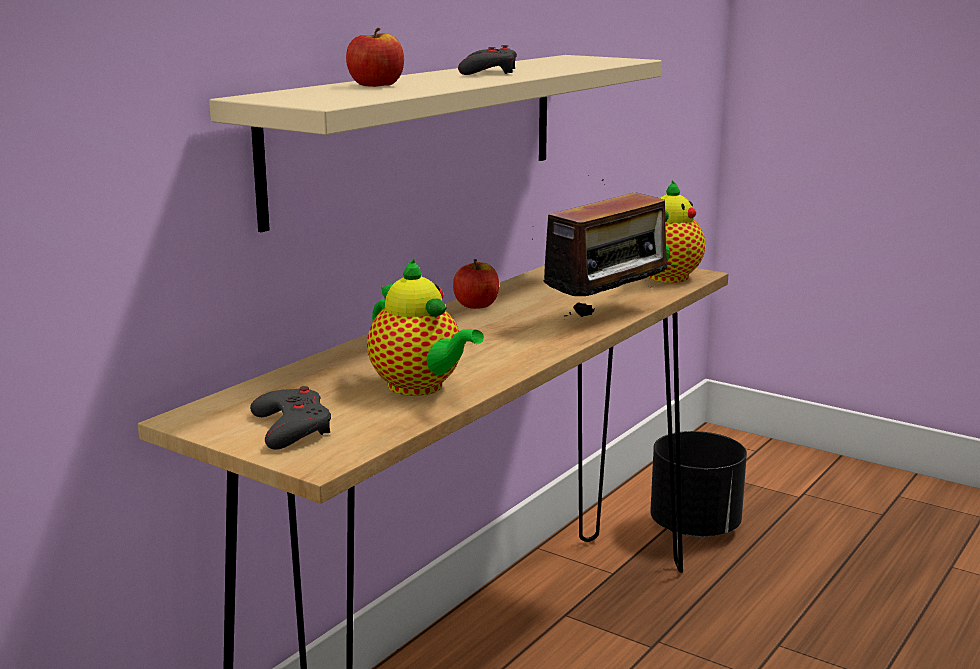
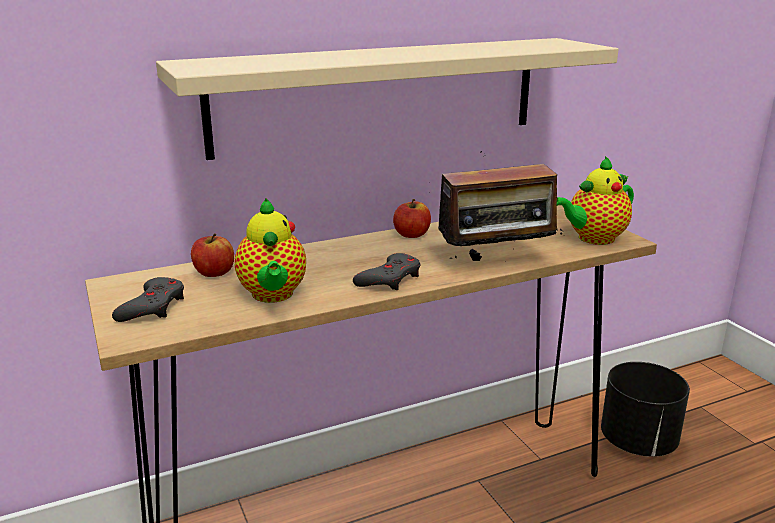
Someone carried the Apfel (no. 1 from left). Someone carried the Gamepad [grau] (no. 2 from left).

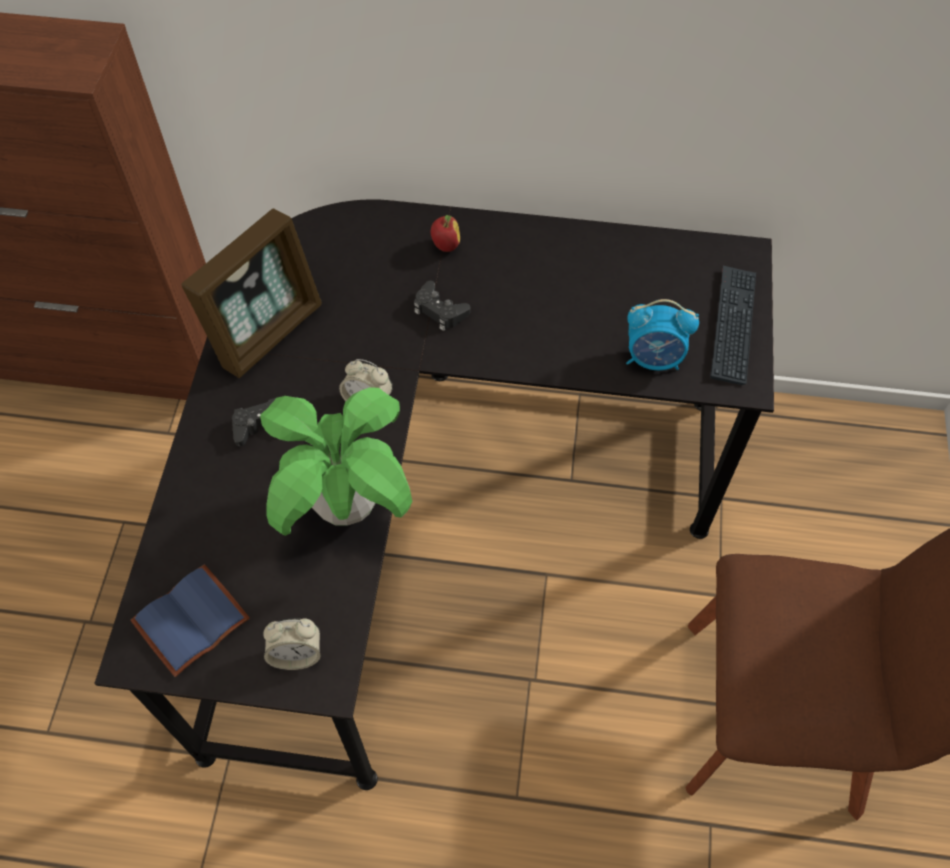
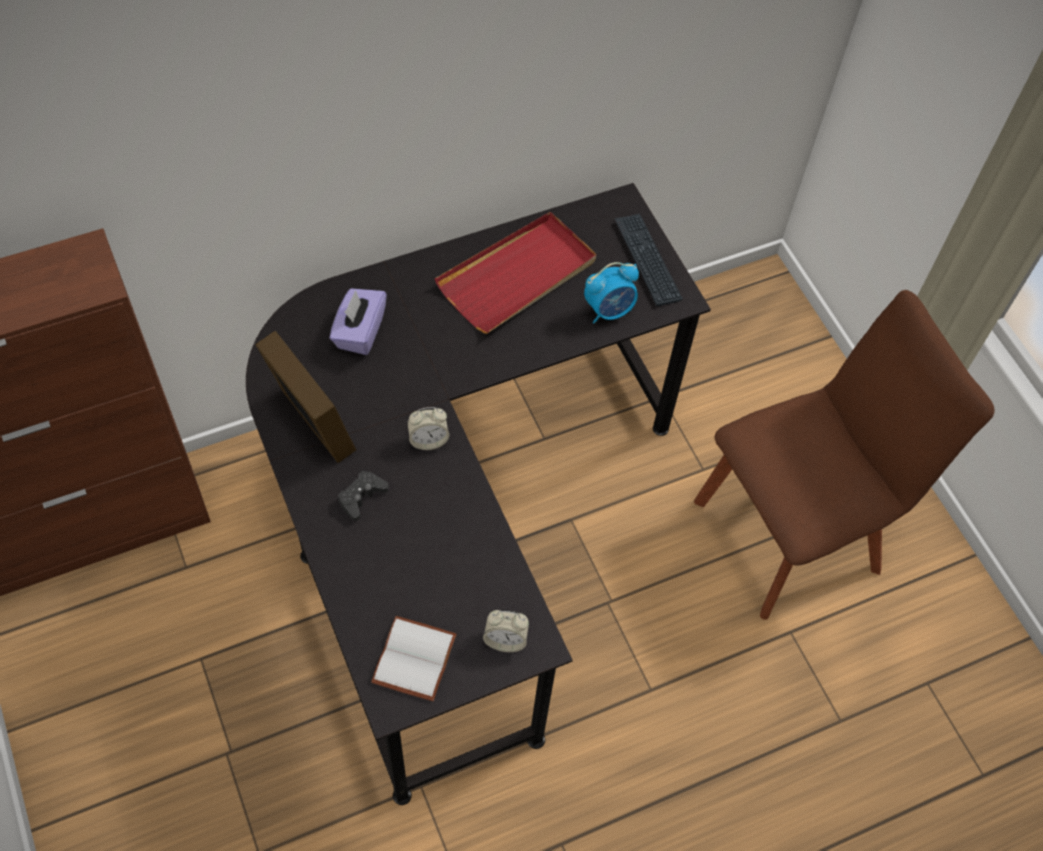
Someone rotated the Bilderrahmen by 45 degrees counterclockwise. Someone took away the Apfel. Someone took away the Gamepad [schwarz] (no. 2 from left). Someone took away the Topfpflanze. Someone repainted the Buch [blau], which became the Buch [weiß]. Someone rotated the Wecker (no. 1 from left in the first image) by 45 degrees clockwise. Someone put down the Tablett [rot]. Someone put down the Taschentuchbox [lila].

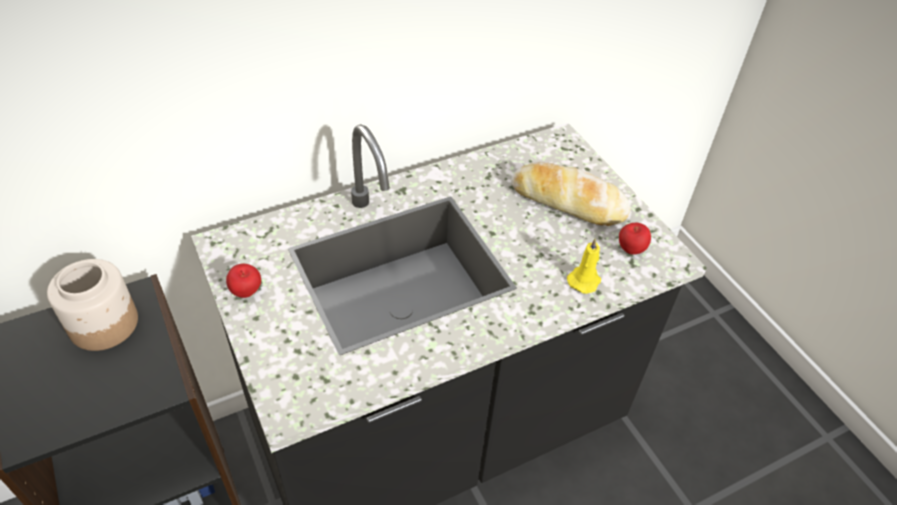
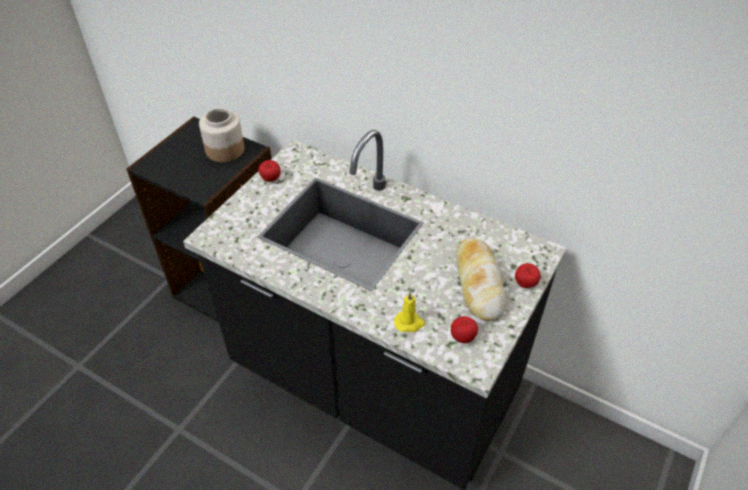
Someone put down the Apfel (no. 3 from left).

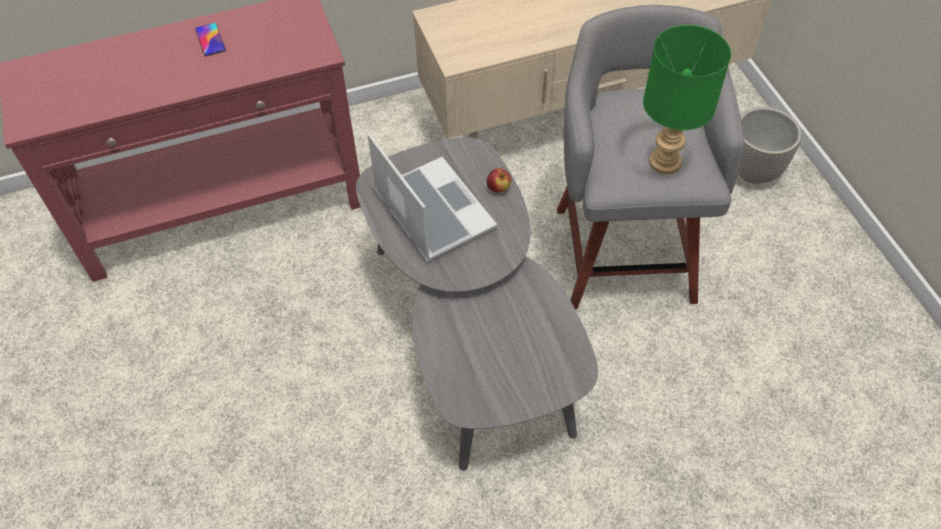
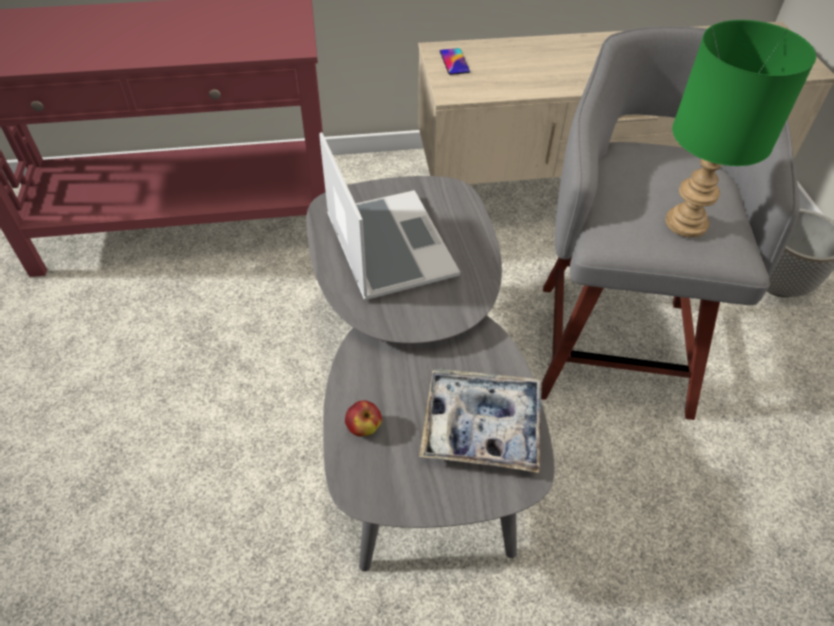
Someone carried the Handy. Someone carried the Apfel. Someone put down the Tablett.

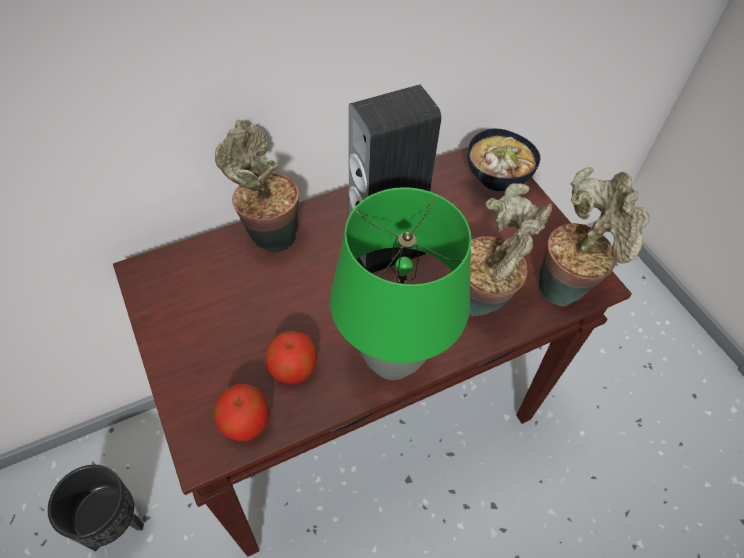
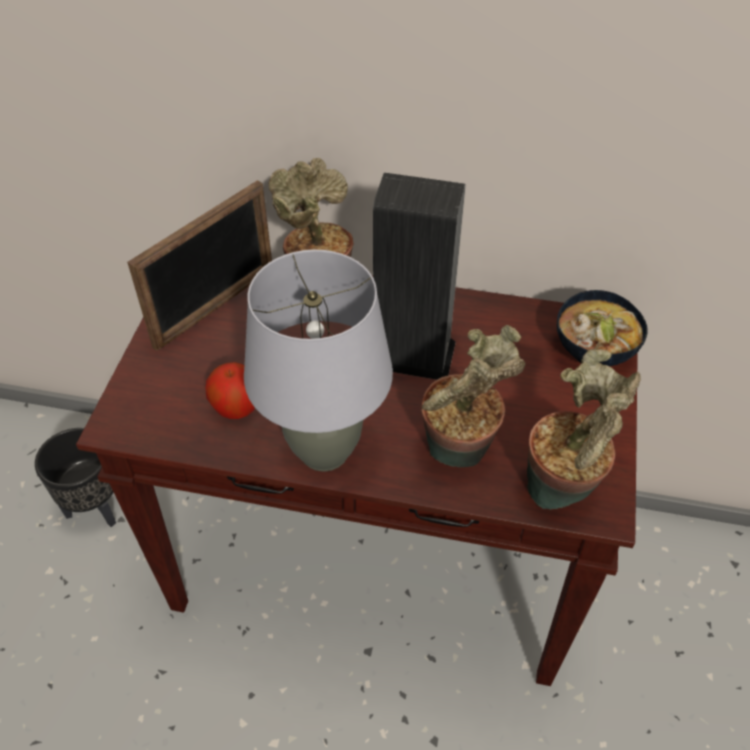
Someone repainted the Tischlampe [grün], which became the Tischlampe [grau]. Someone took away the Apfel (no. 1 from left). Someone put down the Bilderrahmen.

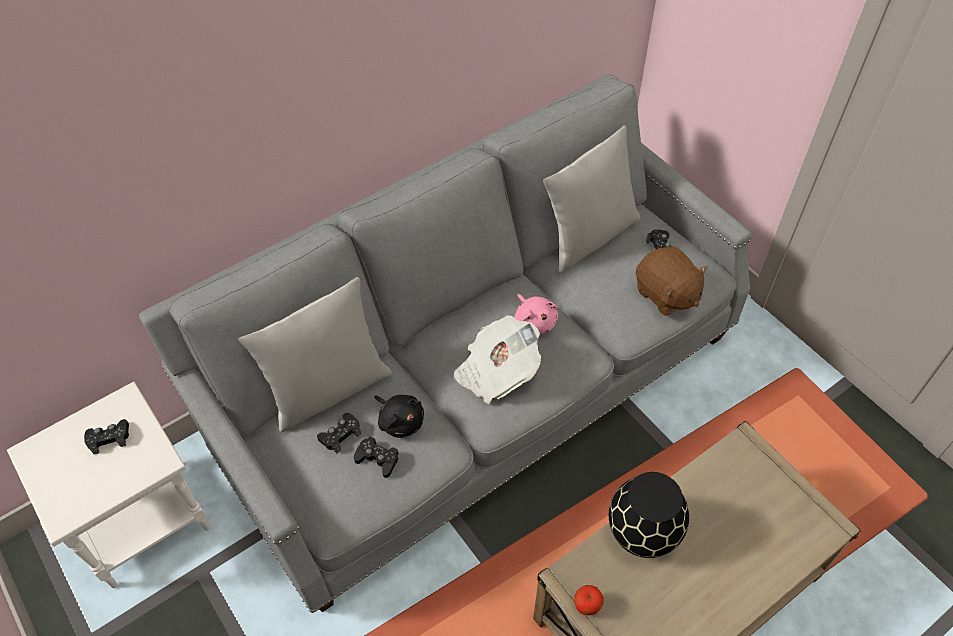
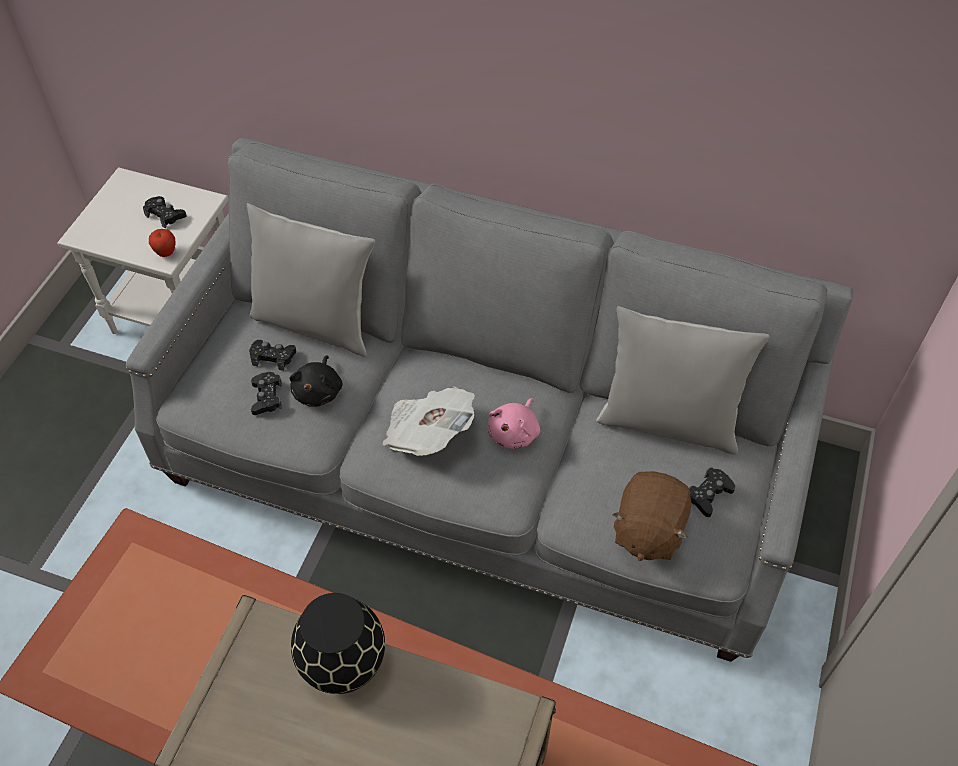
Someone carried the Apfel.

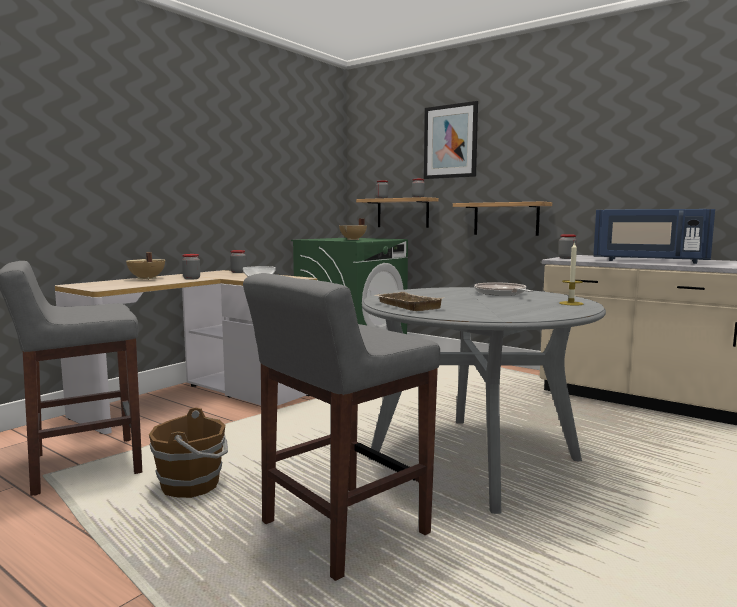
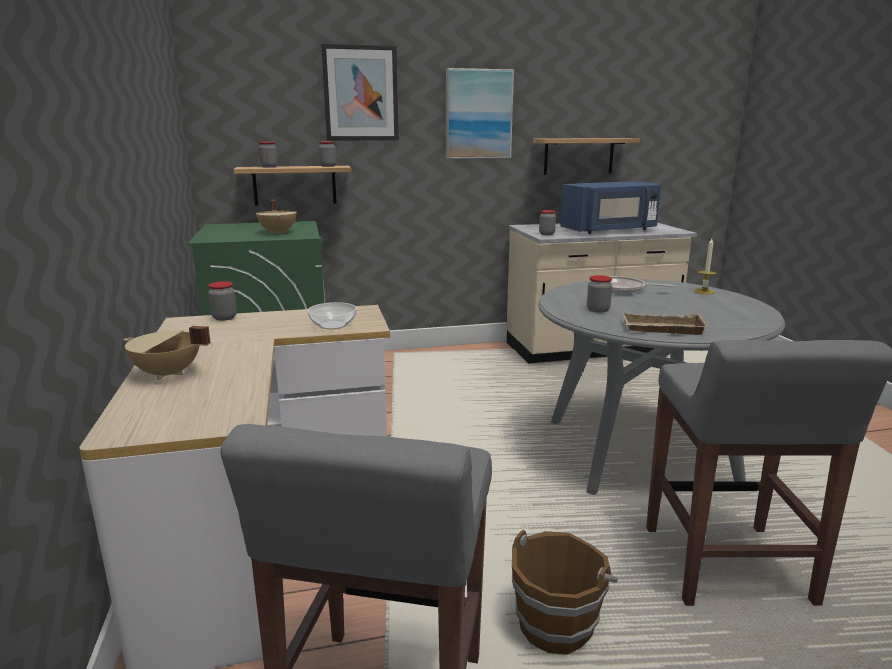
Someone carried the Wandregal (no. 2 from left). Someone carried the Vorratsglas (no. 1 from left in the first image). Someone put up the Bild (no. 2 from left).

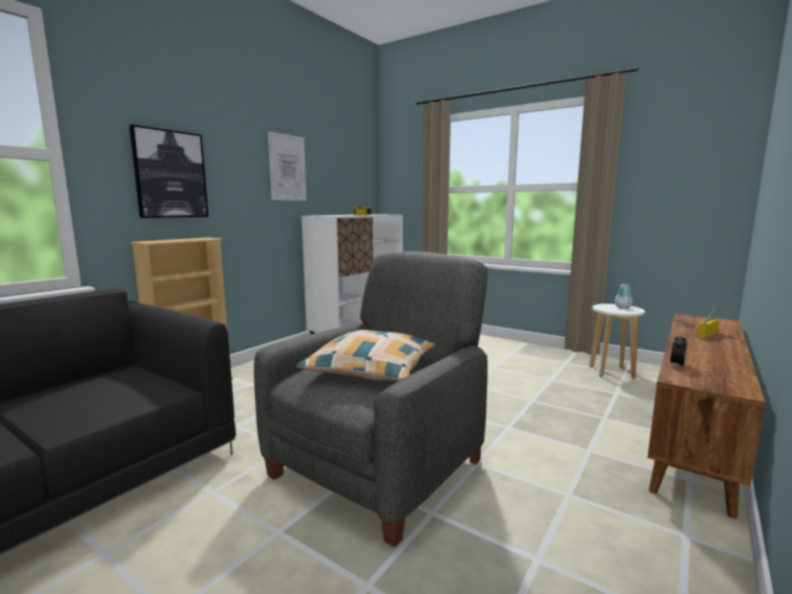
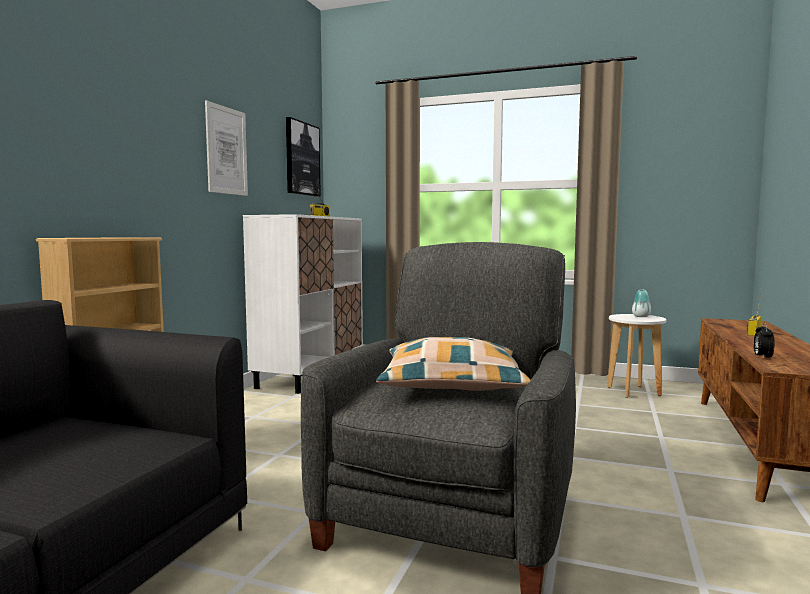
Someone carried the Bild (no. 1 from left in the first image).

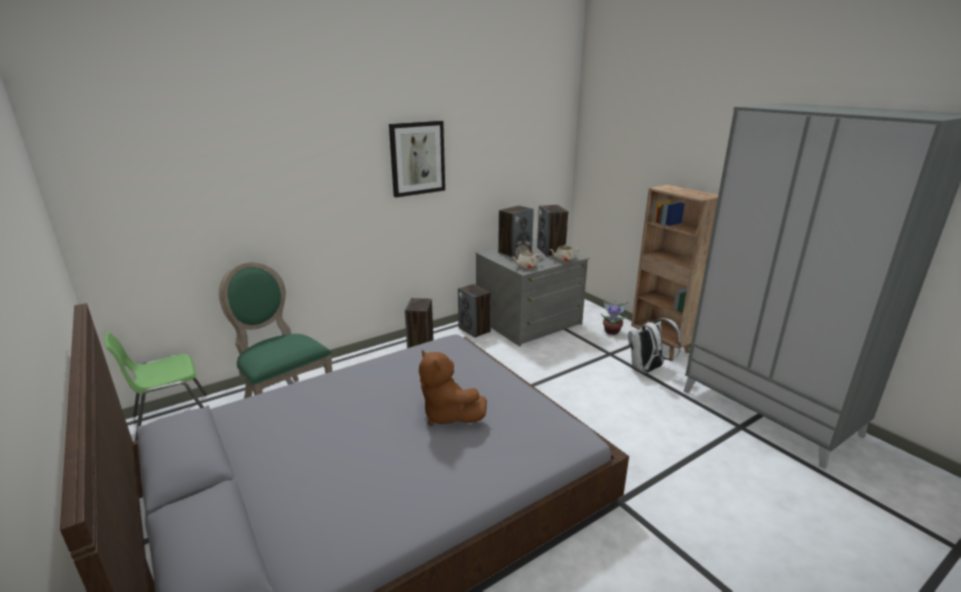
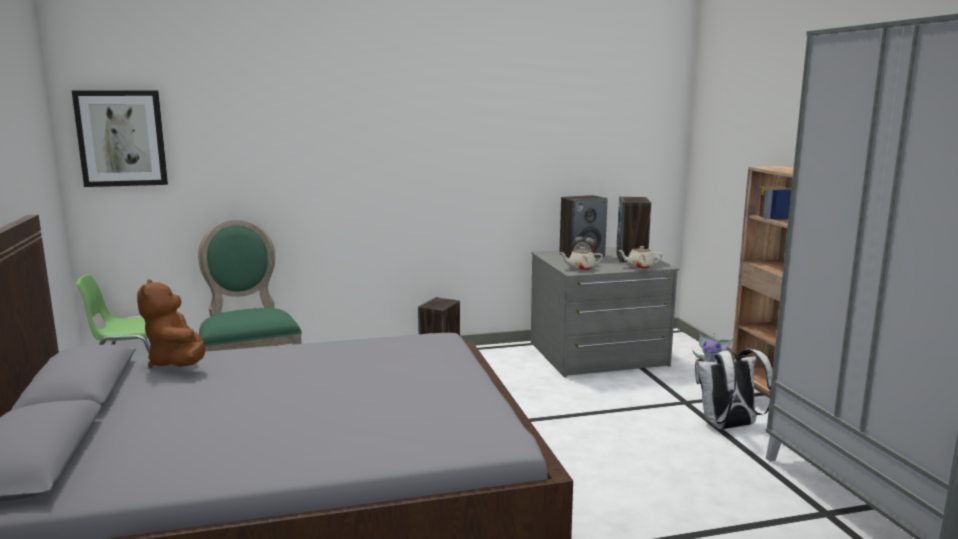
Someone carried the Bild. Someone took away the Lautsprecher (no. 2 from left). Someone carried the Plüschtier [braun].

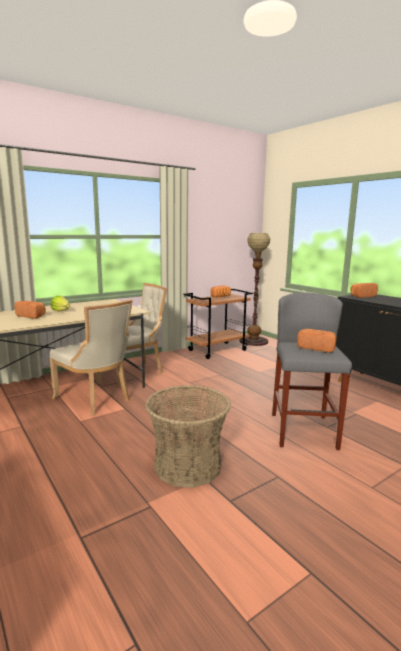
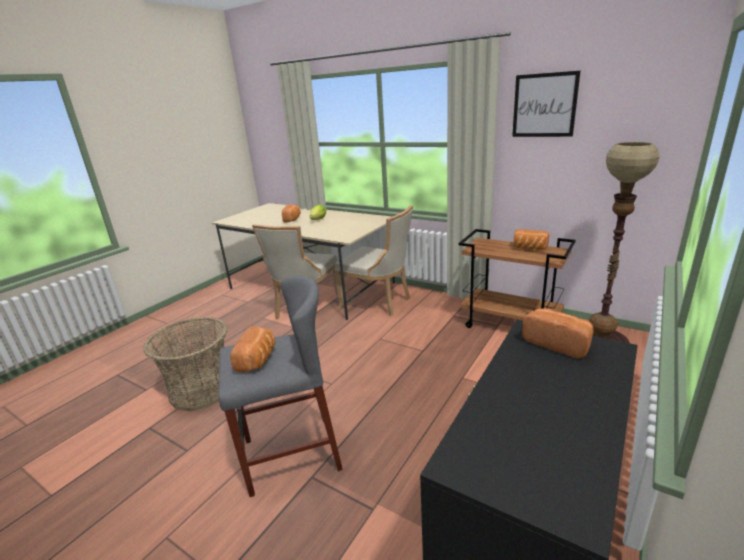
Someone put up the Bild.

